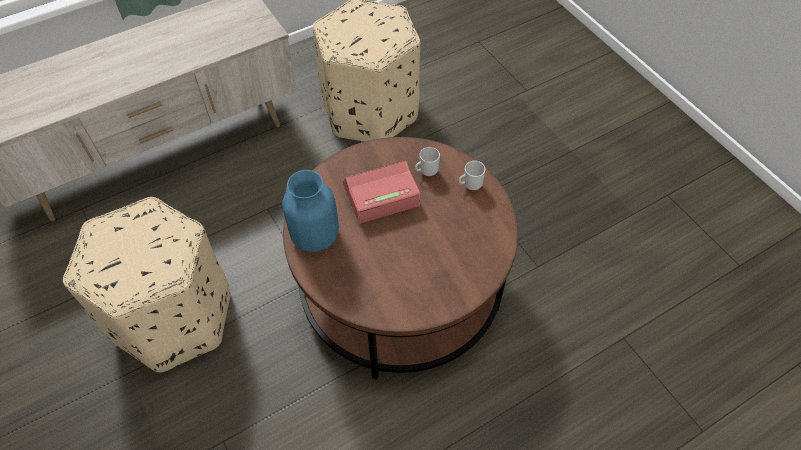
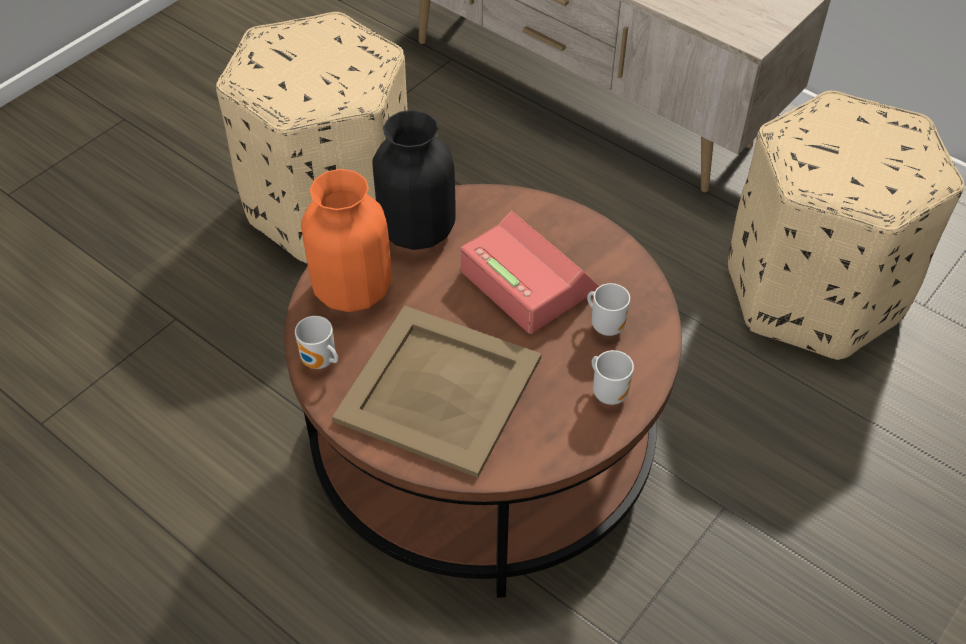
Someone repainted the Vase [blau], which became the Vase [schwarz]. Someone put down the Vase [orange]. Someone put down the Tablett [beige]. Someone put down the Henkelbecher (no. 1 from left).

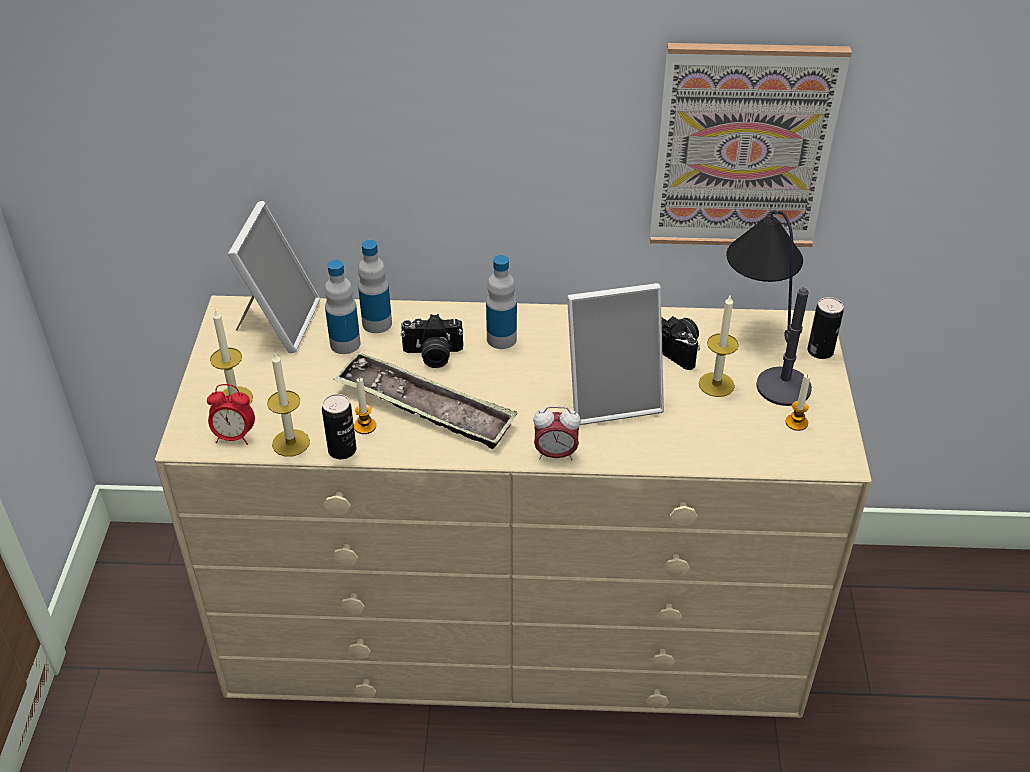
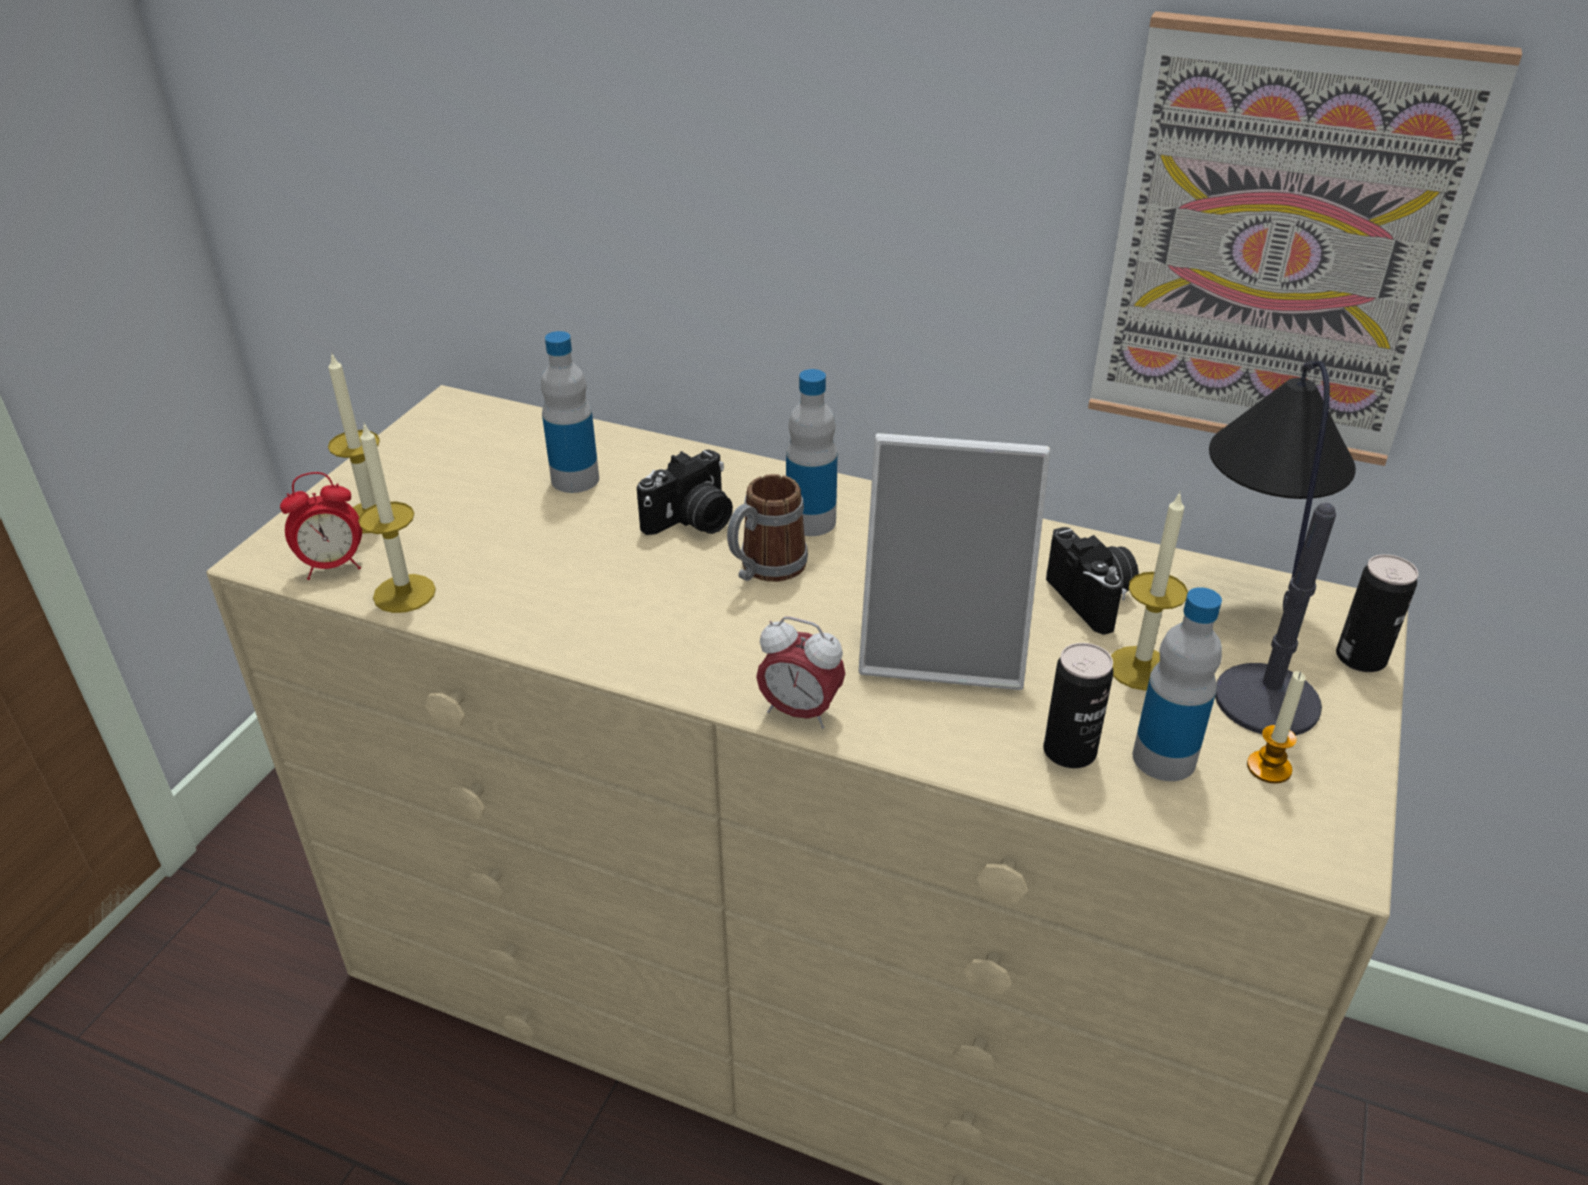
Someone took away the Bilderrahmen (no. 1 from left). Someone carried the Flasche (no. 2 from left in the first image). Someone rotated the Kamera (no. 1 from left) by 60 degrees counterclockwise. Someone took away the Tablett. Someone took away the Kerze (no. 3 from left). Someone rotated the Wecker (no. 1 from left) by 45 degrees counterclockwise. Someone carried the Dose (no. 1 from left). Someone put down the Henkelbecher.

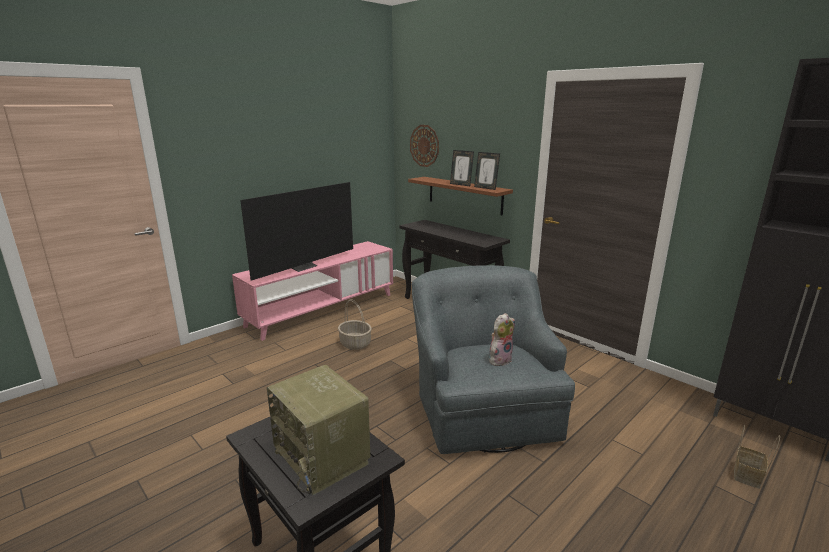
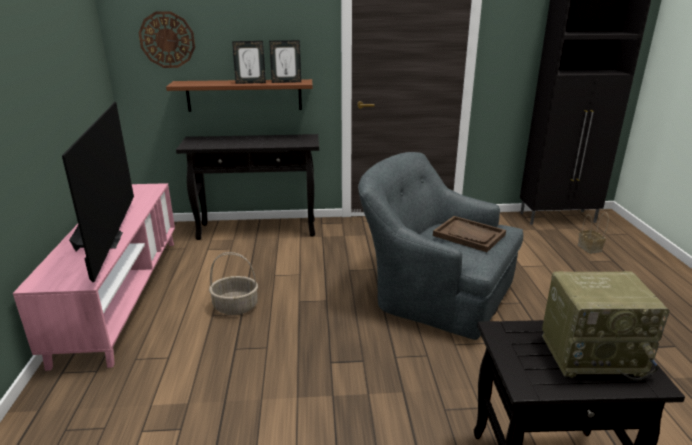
Someone swapped the Plüschtier for the Tablett [braun].

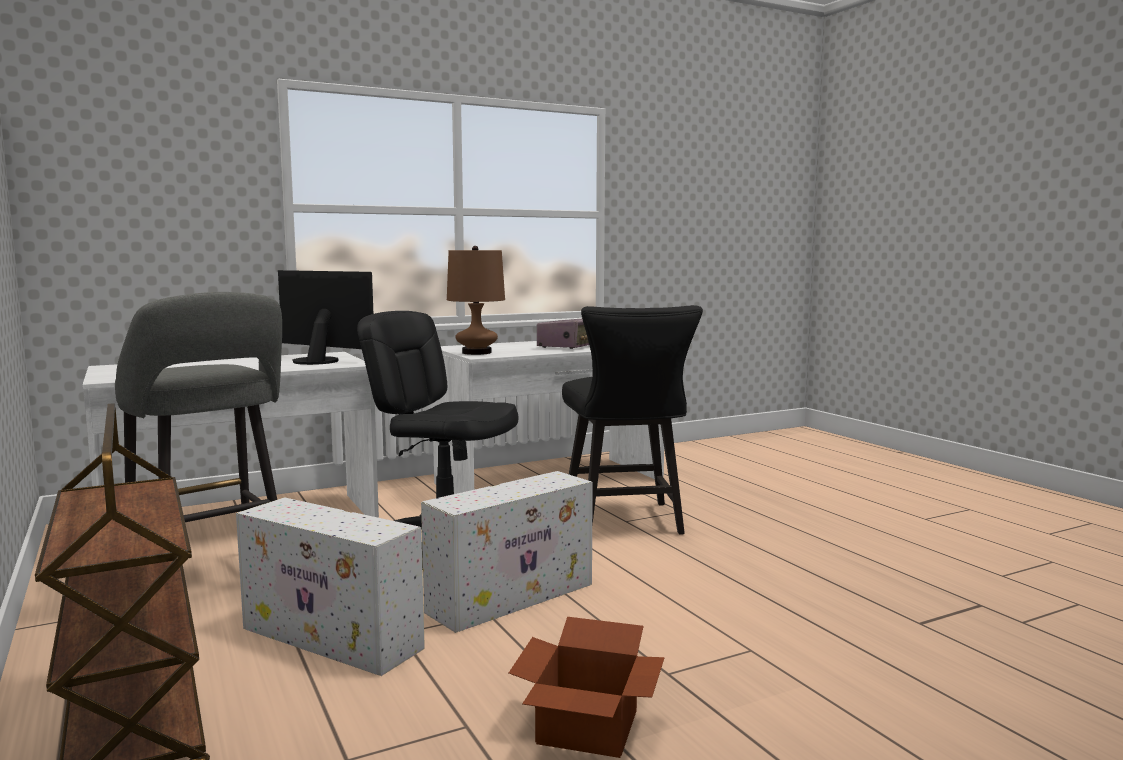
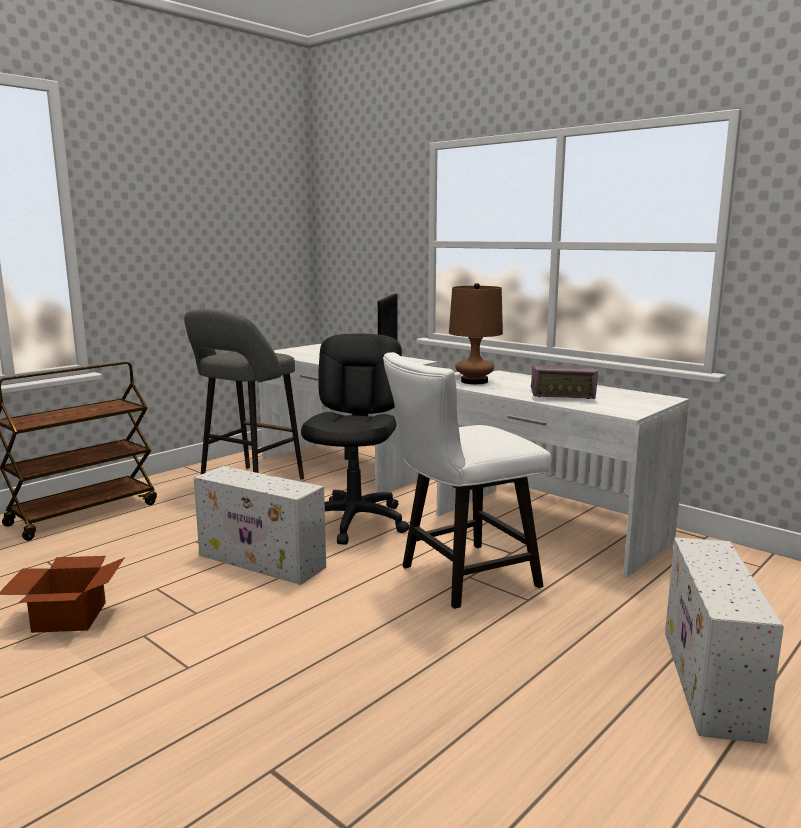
Someone repainted the Stuhl [schwarz], which became the Stuhl [weiß]. Someone carried the Aufbewahrungsbox [weiß] (no. 1 from left in the first image).

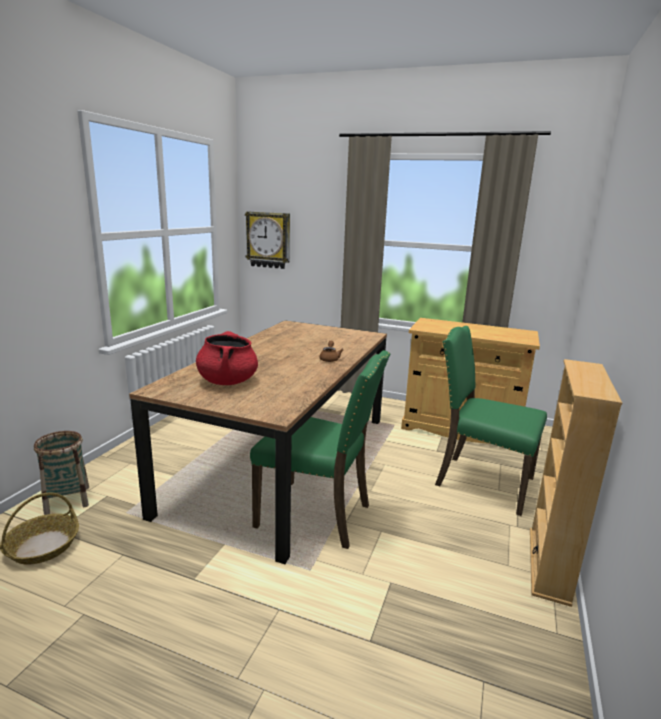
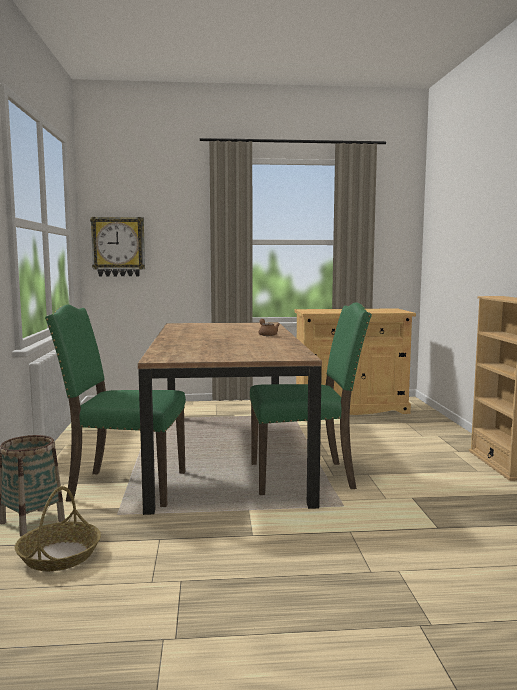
Someone carried the Stuhl [grün] (no. 2 from left in the first image). Someone took away the Kochtopf [rot].

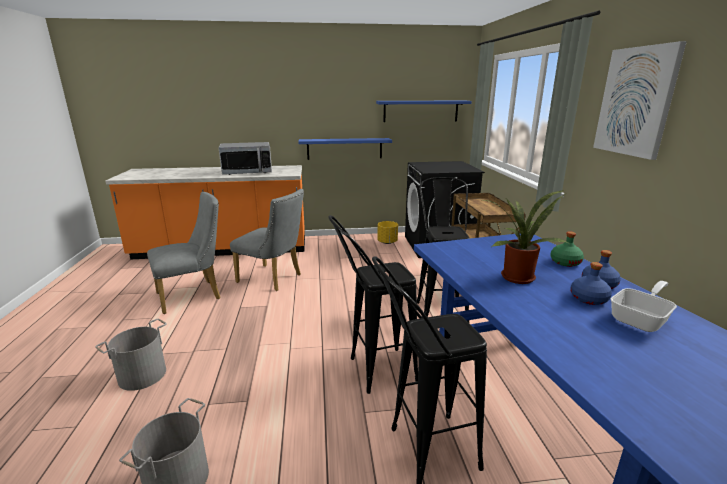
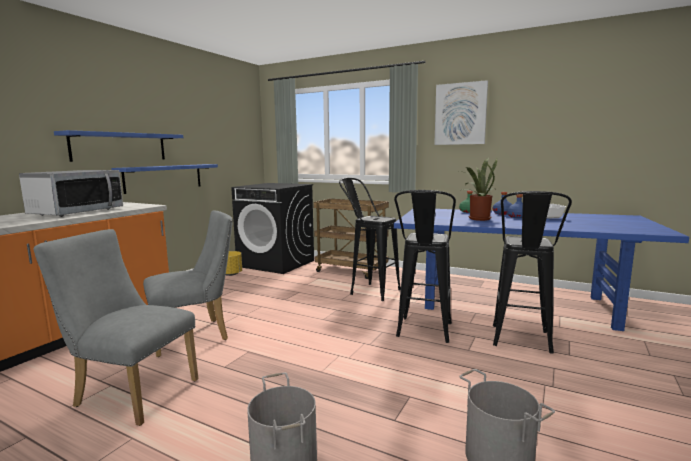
Someone carried the Wandregal [blau] (no. 2 from left in the first image). Someone rotated the Stuhl [grau] (no. 1 from left) by 75 degrees counterclockwise.

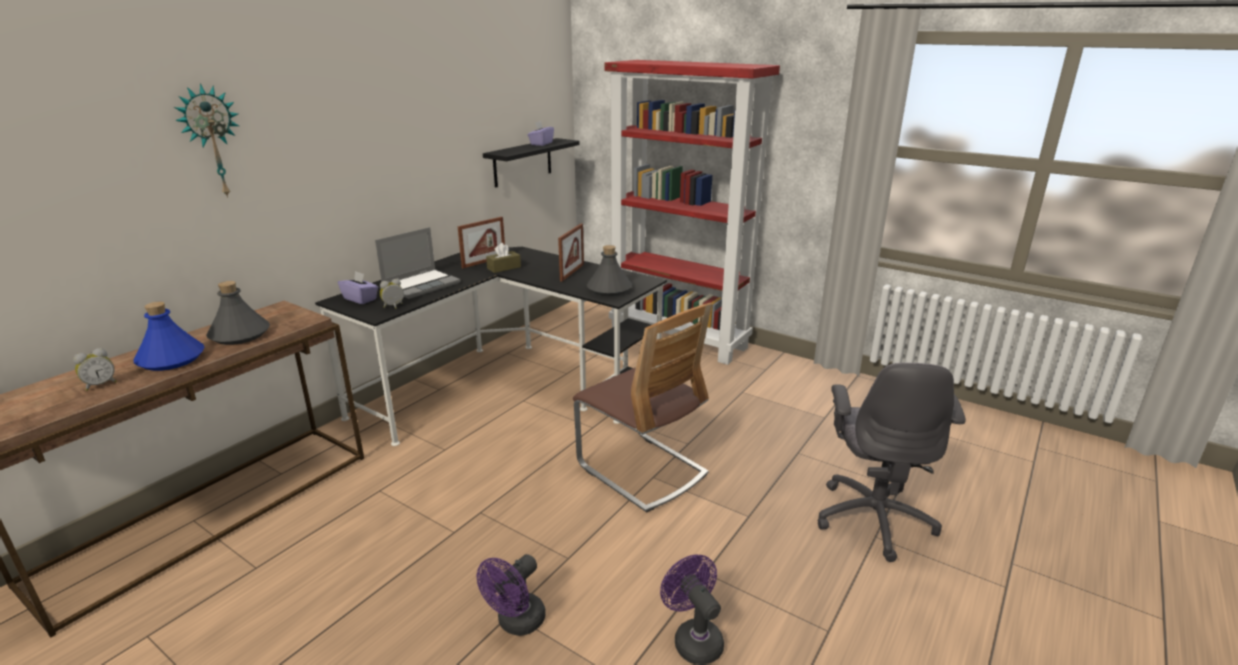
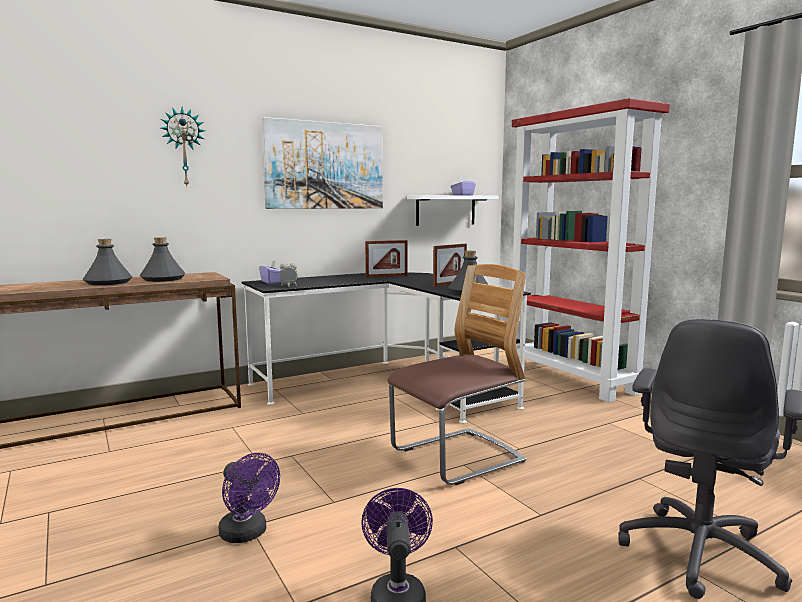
Someone repainted the Wandregal [schwarz], which became the Wandregal [weiß]. Someone took away the Laptop. Someone took away the Taschentuchbox [braun]. Someone repainted the Flasche [blau], which became the Flasche [grau] (no. 1 from left). Someone rotated the Stuhl by 105 degrees counterclockwise. Someone took away the Wecker (no. 1 from left). Someone rotated the Ventilator [lila] (no. 1 from left) by 105 degrees counterclockwise. Someone put up the Bild.

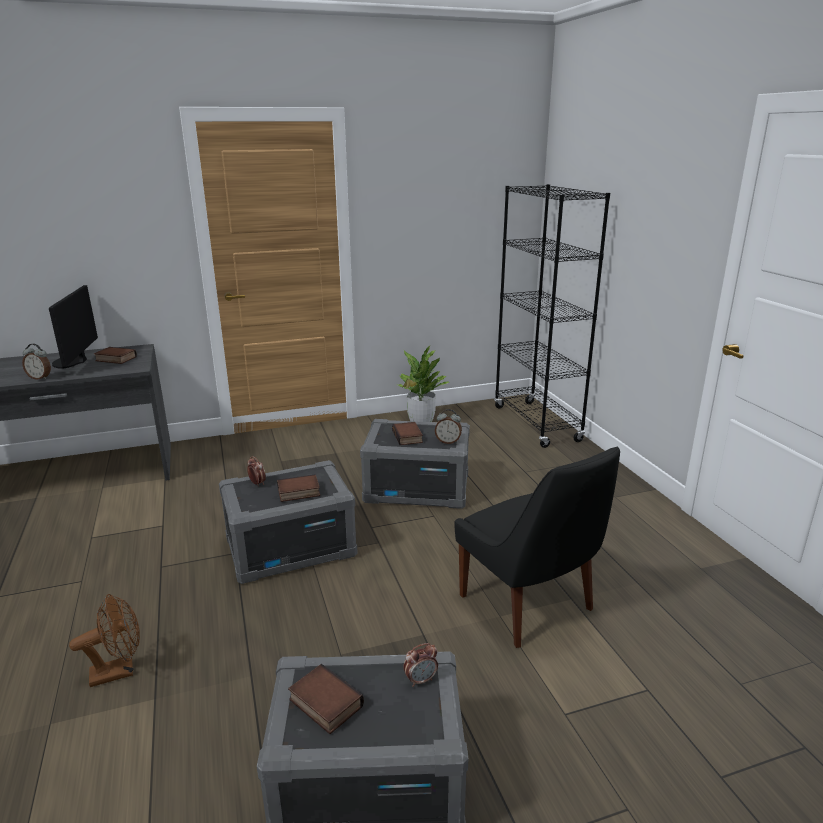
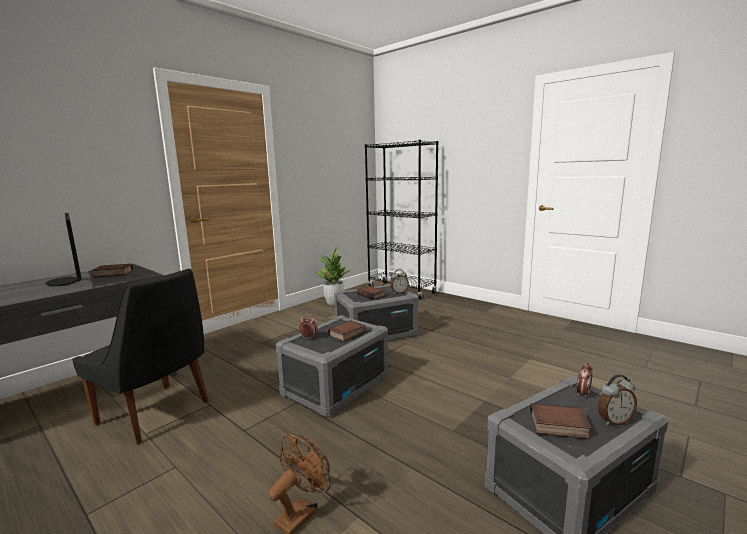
Someone carried the Wecker (no. 1 from left in the first image). Someone carried the Stuhl [schwarz].

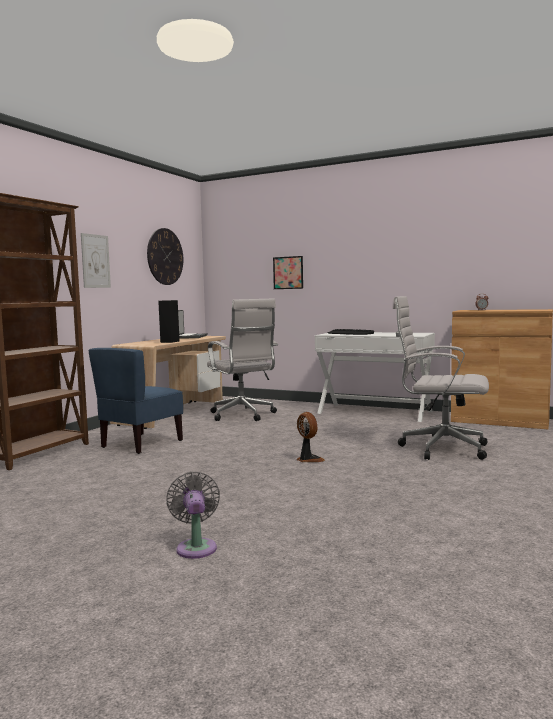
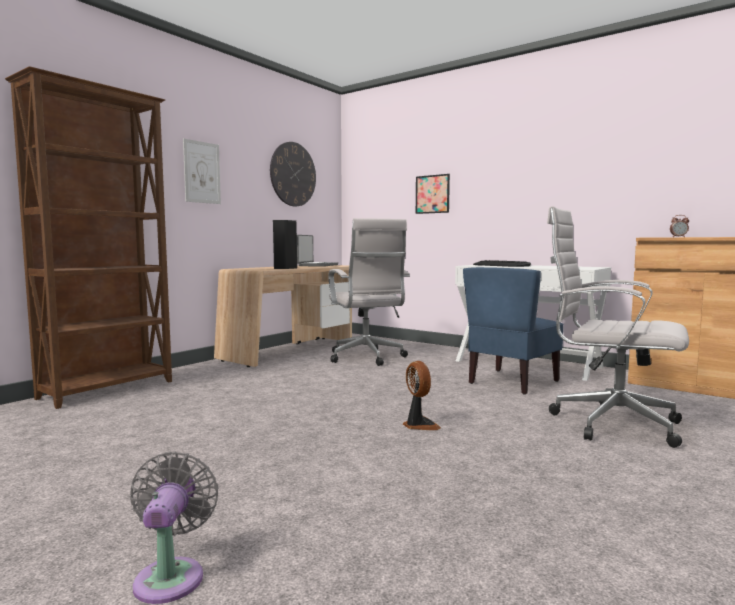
Someone carried the Stuhl [blau].

